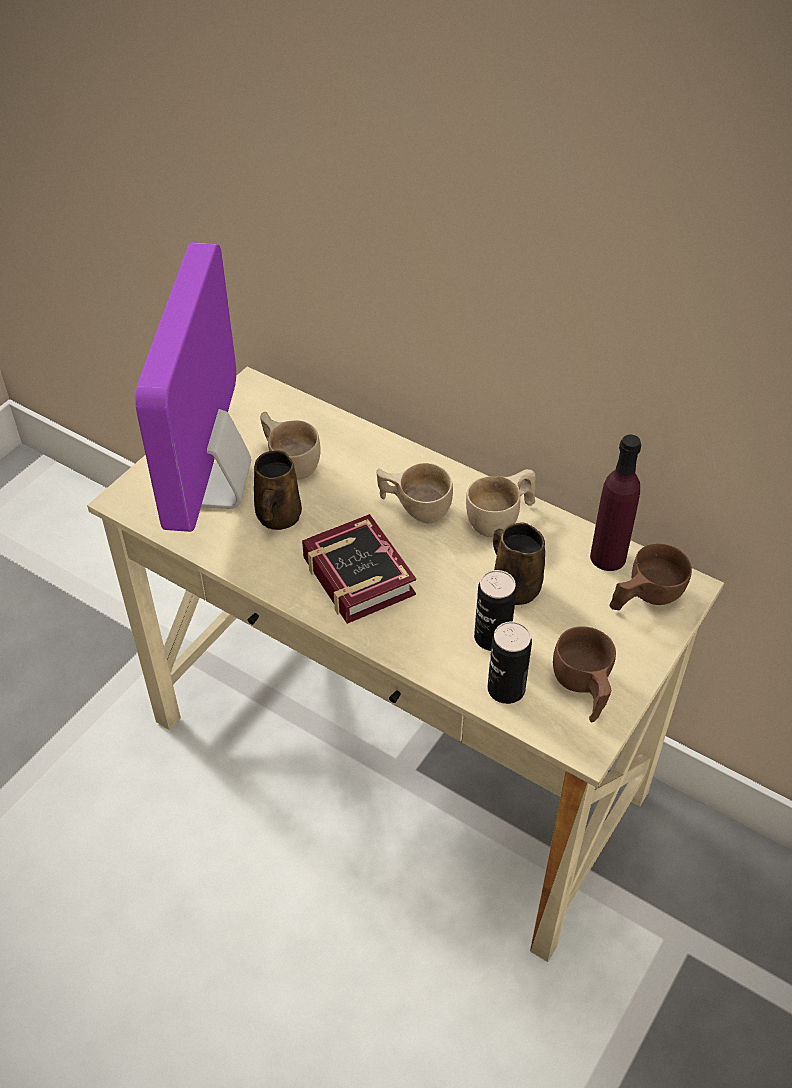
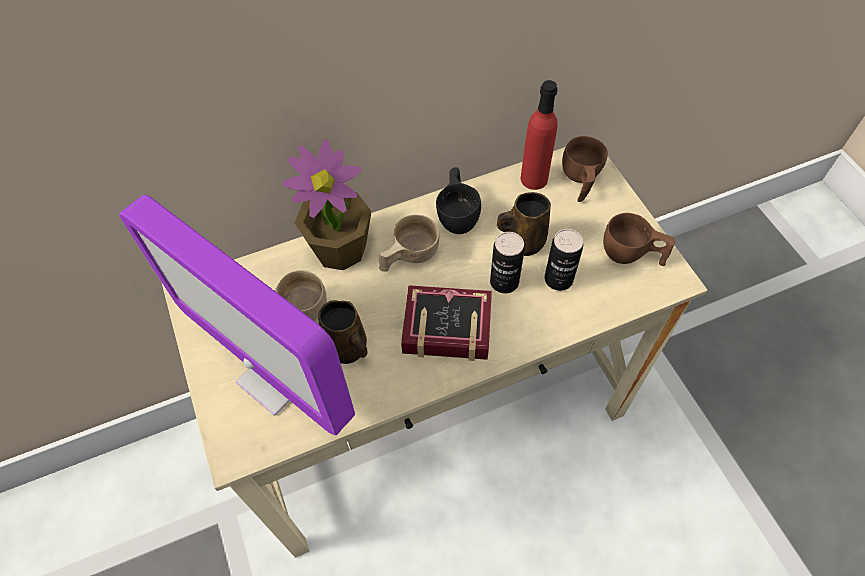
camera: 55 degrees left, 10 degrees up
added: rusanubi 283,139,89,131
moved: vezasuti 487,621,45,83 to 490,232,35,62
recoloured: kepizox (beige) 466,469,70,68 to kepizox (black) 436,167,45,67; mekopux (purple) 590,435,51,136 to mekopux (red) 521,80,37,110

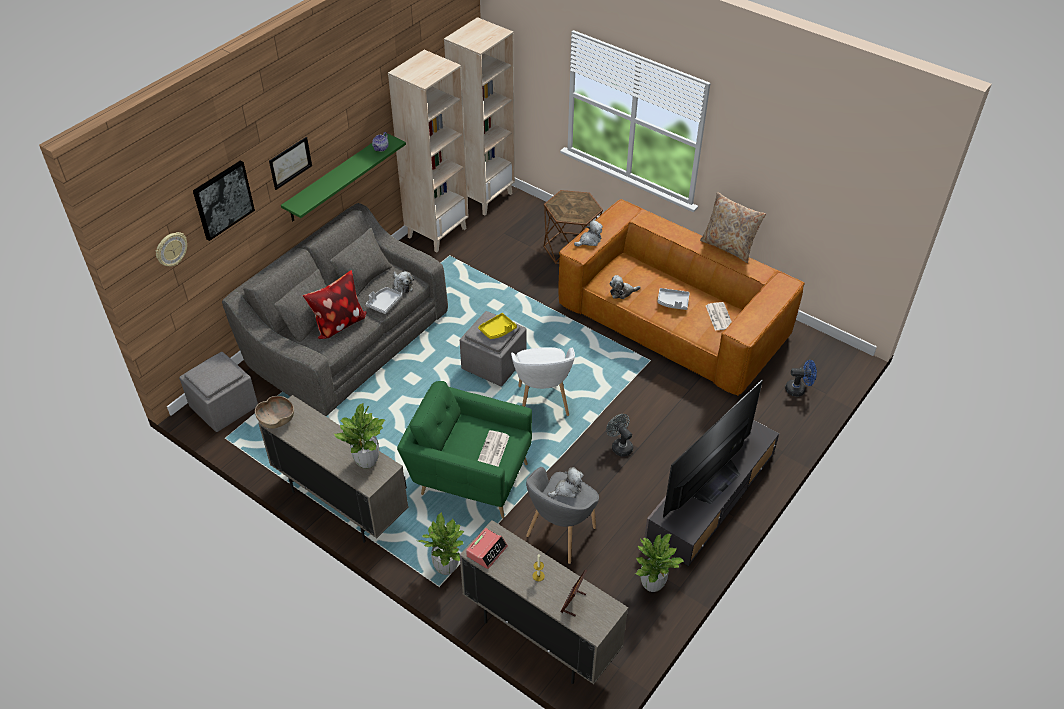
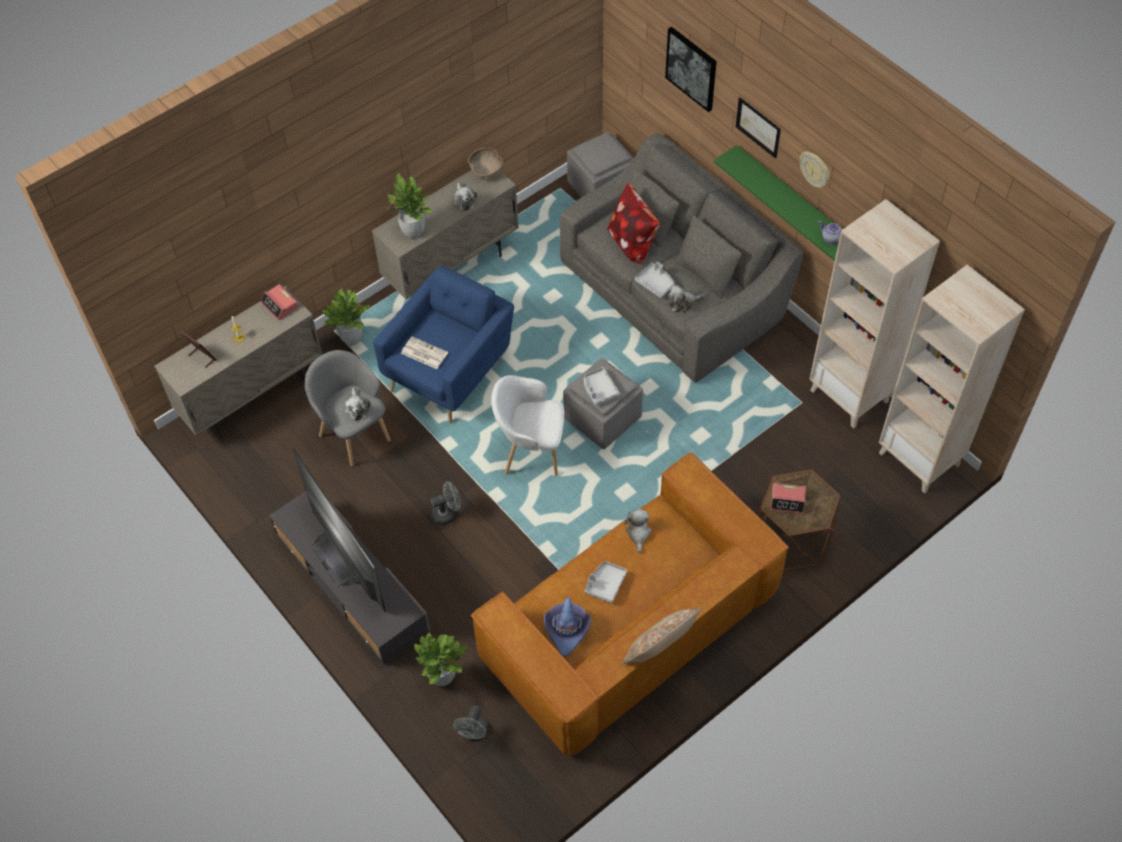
camera: 105 degrees right, 10 degrees up
added: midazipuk 771,483,35,31
moved: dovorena 156,232,31,35 to 800,151,30,37; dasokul 574,220,29,27 to 453,182,24,29; rusanubi 635,534,49,58 to 414,632,55,54
replaced: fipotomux 706,302,26,29 to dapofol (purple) 544,596,47,61
recoloured: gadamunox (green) 397,381,135,138 to gadamunox (blue) 373,266,141,157; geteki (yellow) 478,313,39,26 to geteki (grey) 584,367,36,38; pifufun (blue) 785,360,32,37 to pifufun (grey) 453,705,36,36

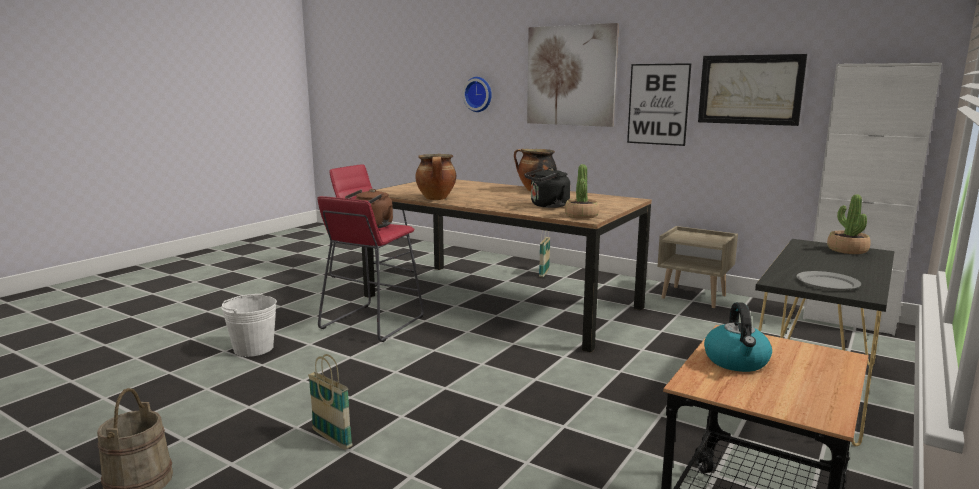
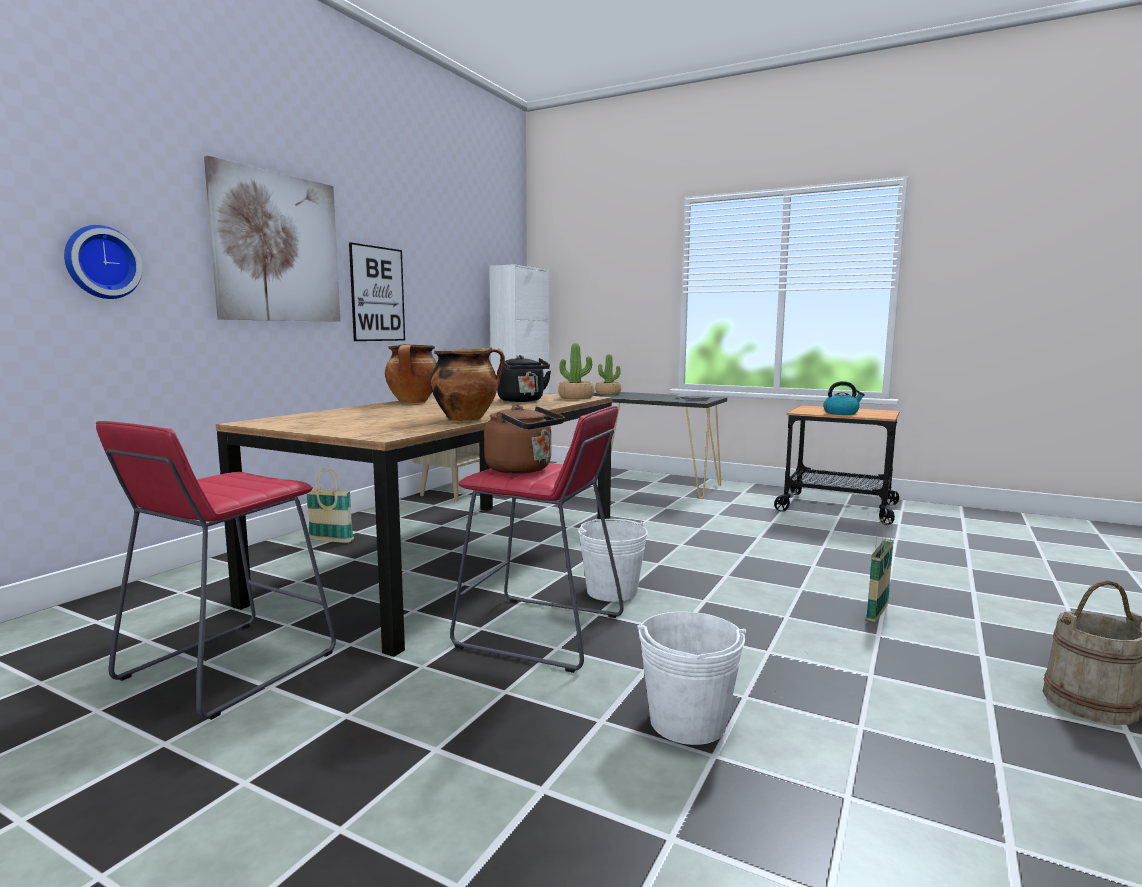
camera: 95 degrees left, 5 degrees down
removed: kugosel 698,54,109,72
added: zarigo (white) 578,519,70,83

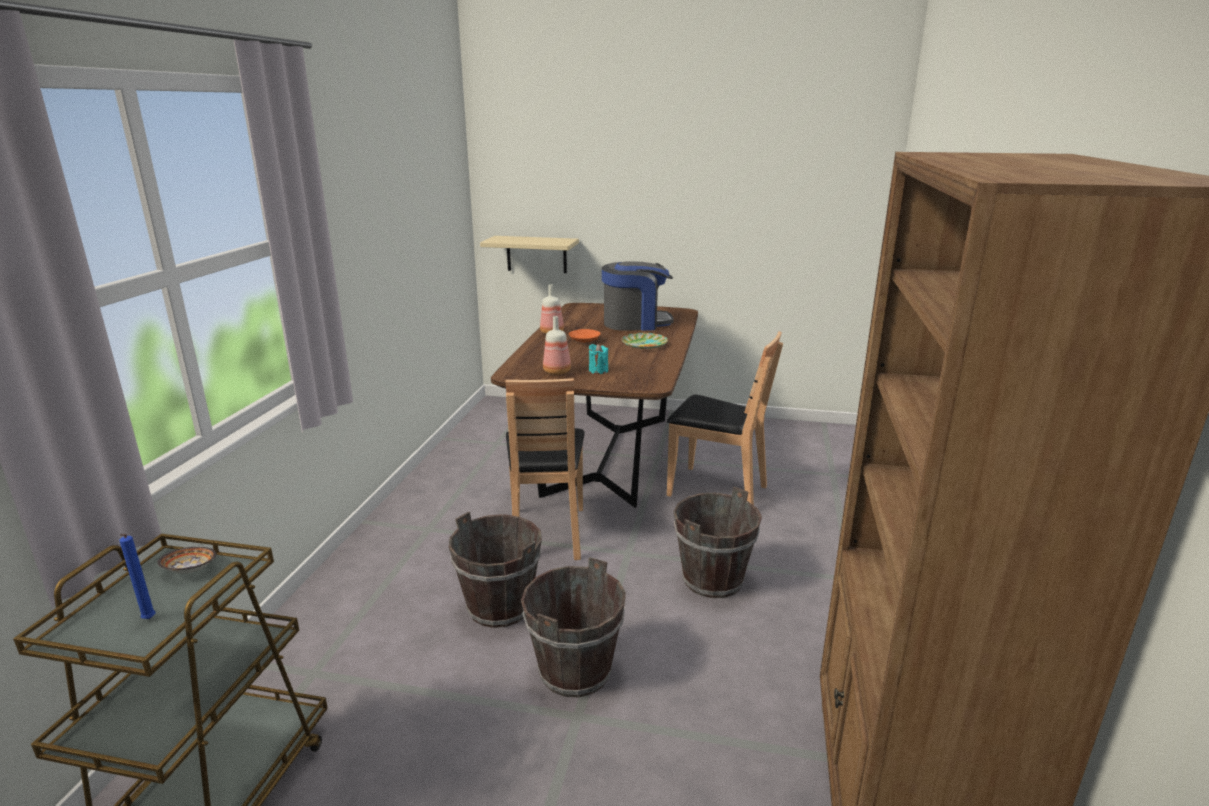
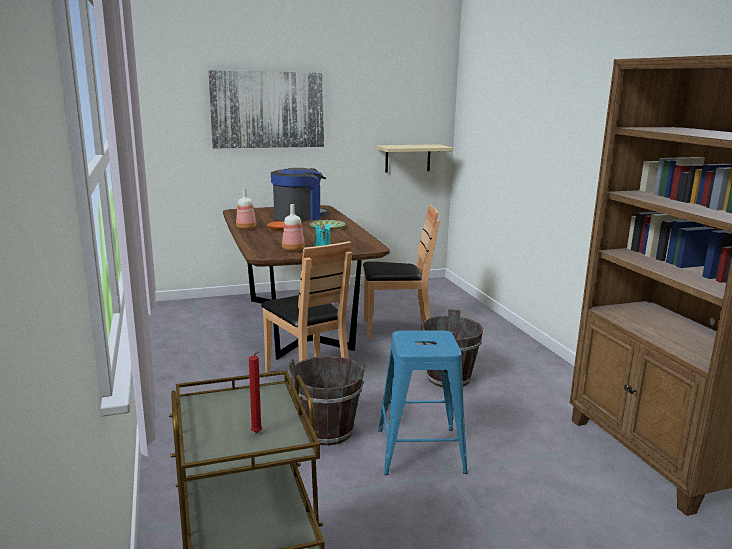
camera: 30 degrees left, 5 degrees down
removed: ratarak 157,547,59,26
added: kugosel 208,70,116,79
moved: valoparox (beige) 480,236,99,37 to 376,144,77,29
replaced: zarigo (brown) 521,557,105,140 to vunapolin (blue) 378,330,90,145
recoloured: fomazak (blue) 119,534,37,85 to fomazak (red) 249,351,13,82

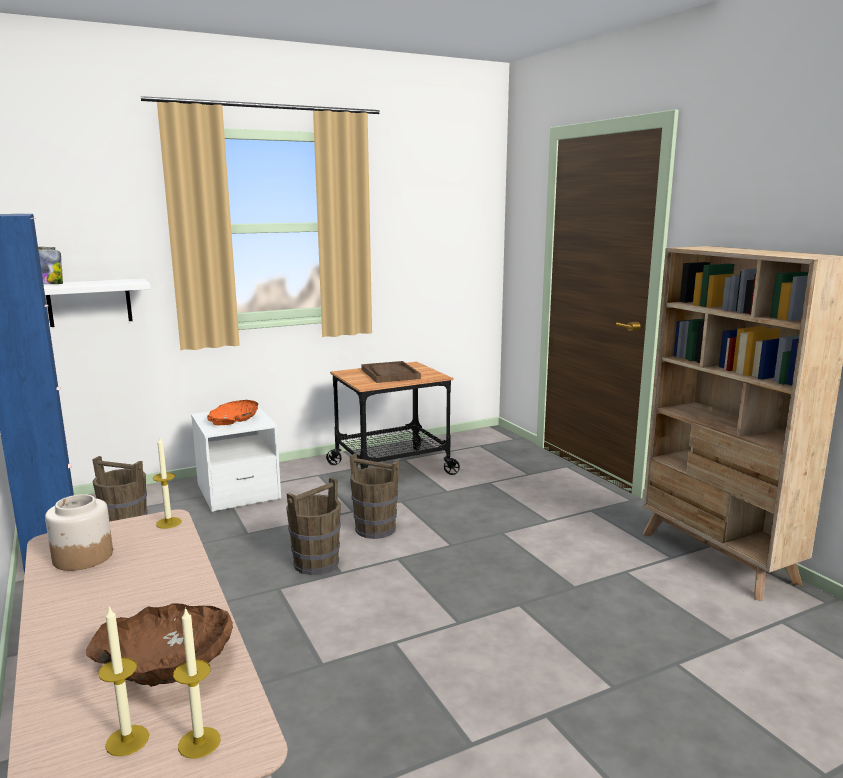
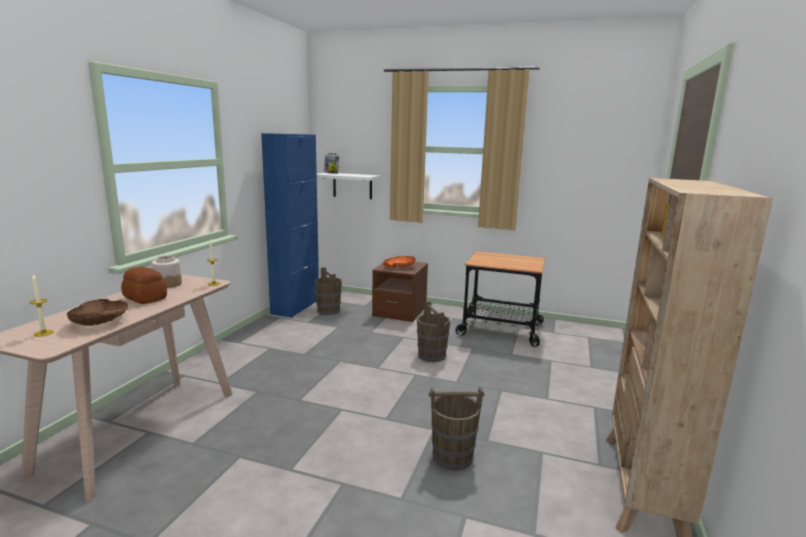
camera: 45 degrees right, 0 degrees up
removed: fomazak 173,607,47,152; geteki (brown) 361,361,60,22
added: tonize 121,267,46,37
moved: zarigo (brown) 286,477,55,98 to 429,387,55,83
recoloured: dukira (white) 191,406,90,106 to dukira (brown) 372,262,56,60

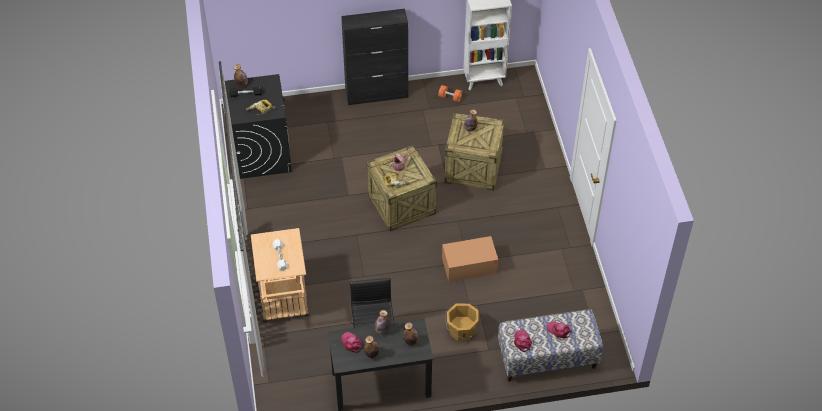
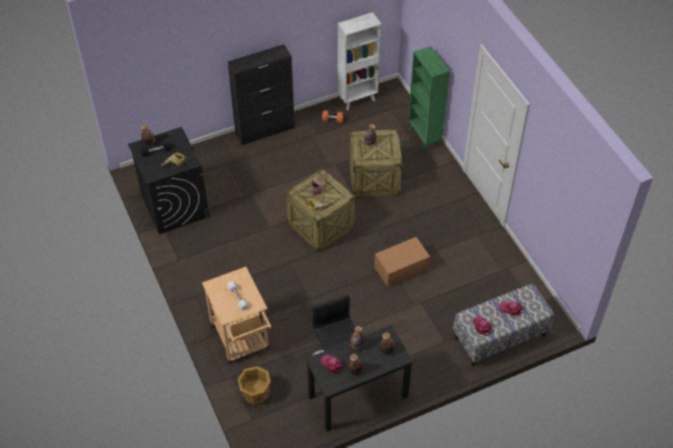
camera: 15 degrees left, 0 degrees up
added: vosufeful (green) 408,46,42,104
moved: zarigo (orange) 445,303,34,38 to 237,366,34,39

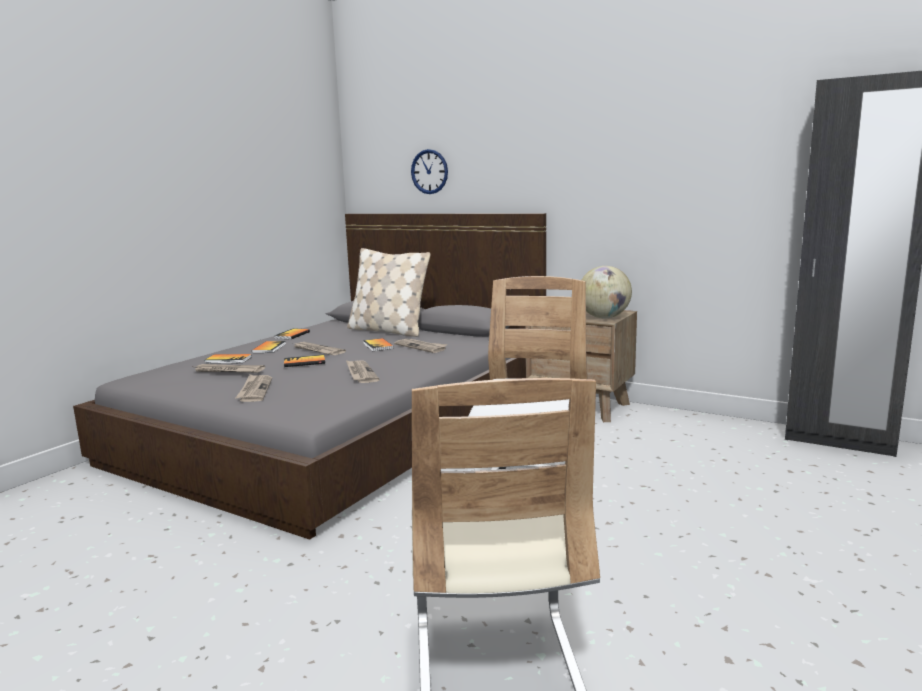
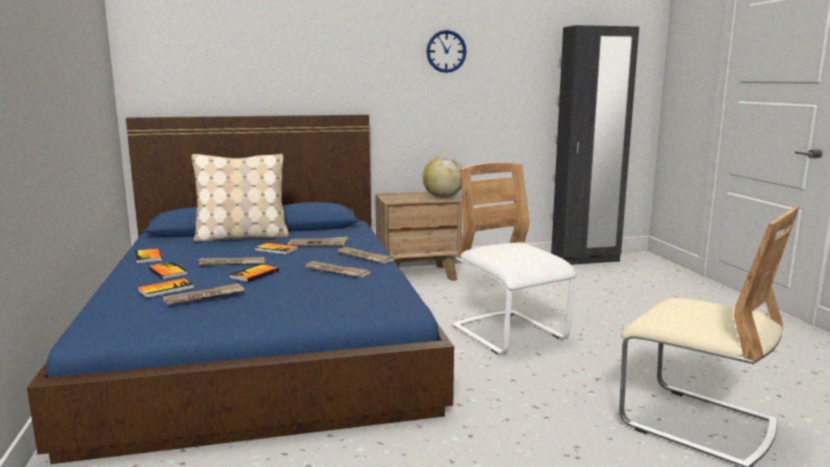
camera: 45 degrees left, 0 degrees up
moved: fipotomux 236,374,36,28 to 335,247,60,16; dovorena 411,149,37,45 to 426,30,41,43
recoloured: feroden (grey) 73,213,473,327 to feroden (blue) 27,115,427,349

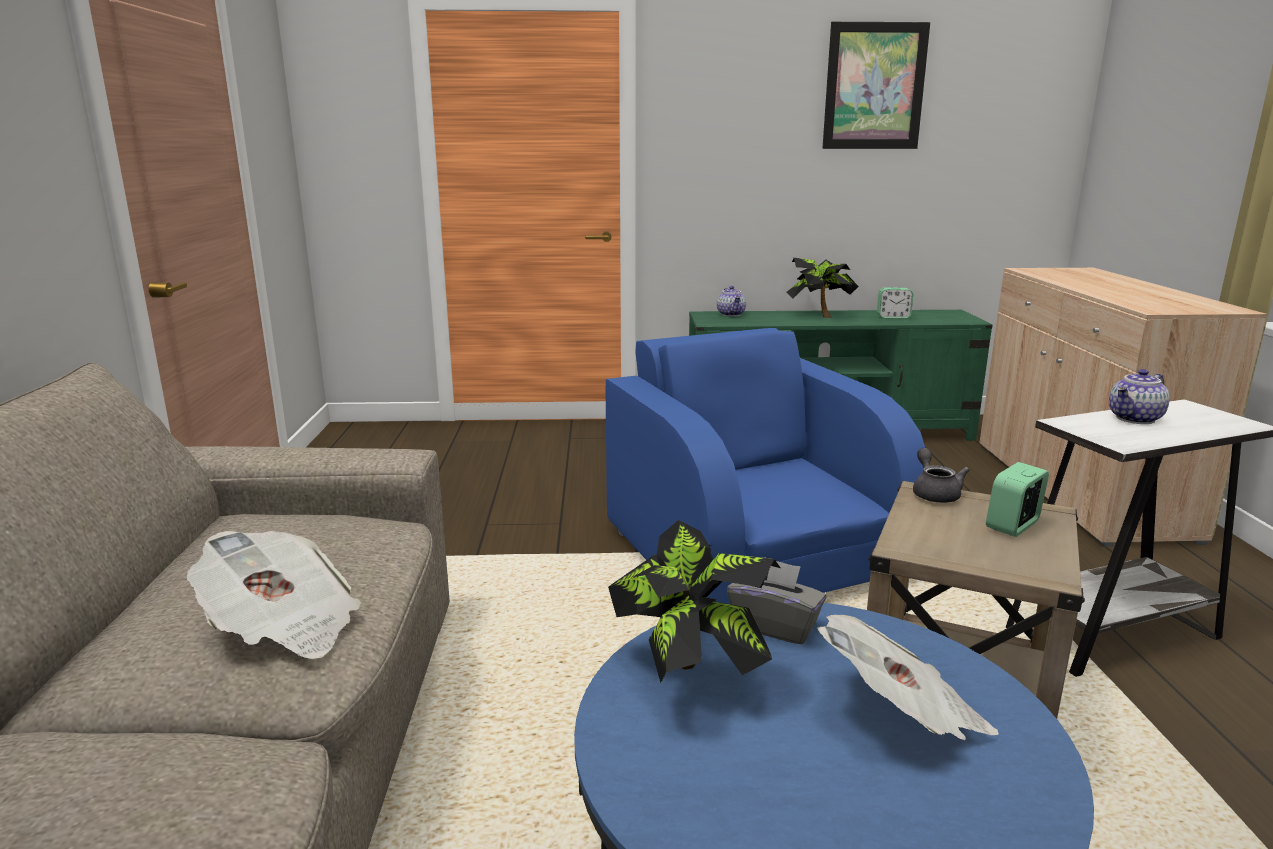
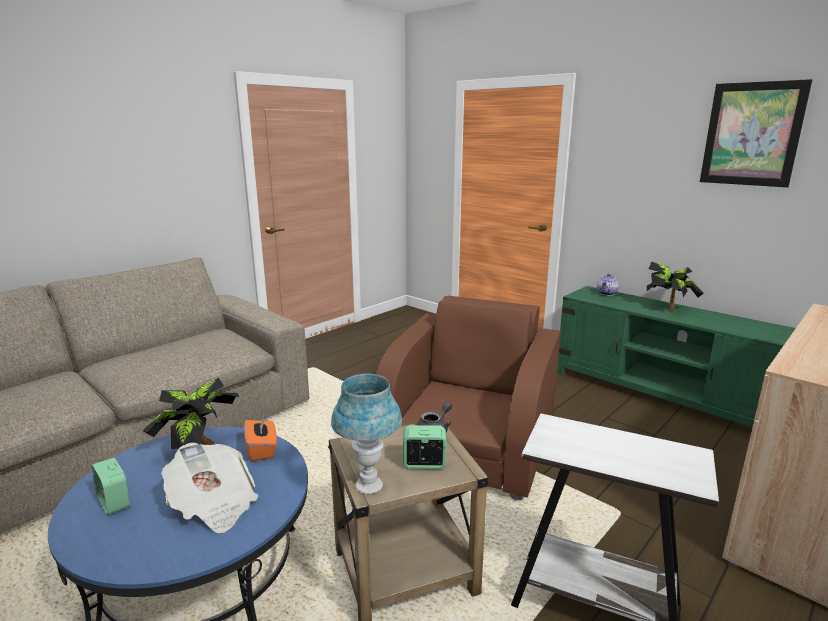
camera: 45 degrees right, 0 degrees up
removed: fipotomux 187,531,174,128; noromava 1109,369,61,55
added: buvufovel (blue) 331,374,71,120
moved: midazipuk 877,287,36,32 to 92,458,38,57
recoloured: gadamunox (blue) 606,328,319,276 to gadamunox (brown) 376,296,184,204; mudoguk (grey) 727,561,99,84 to mudoguk (orange) 244,415,33,47

